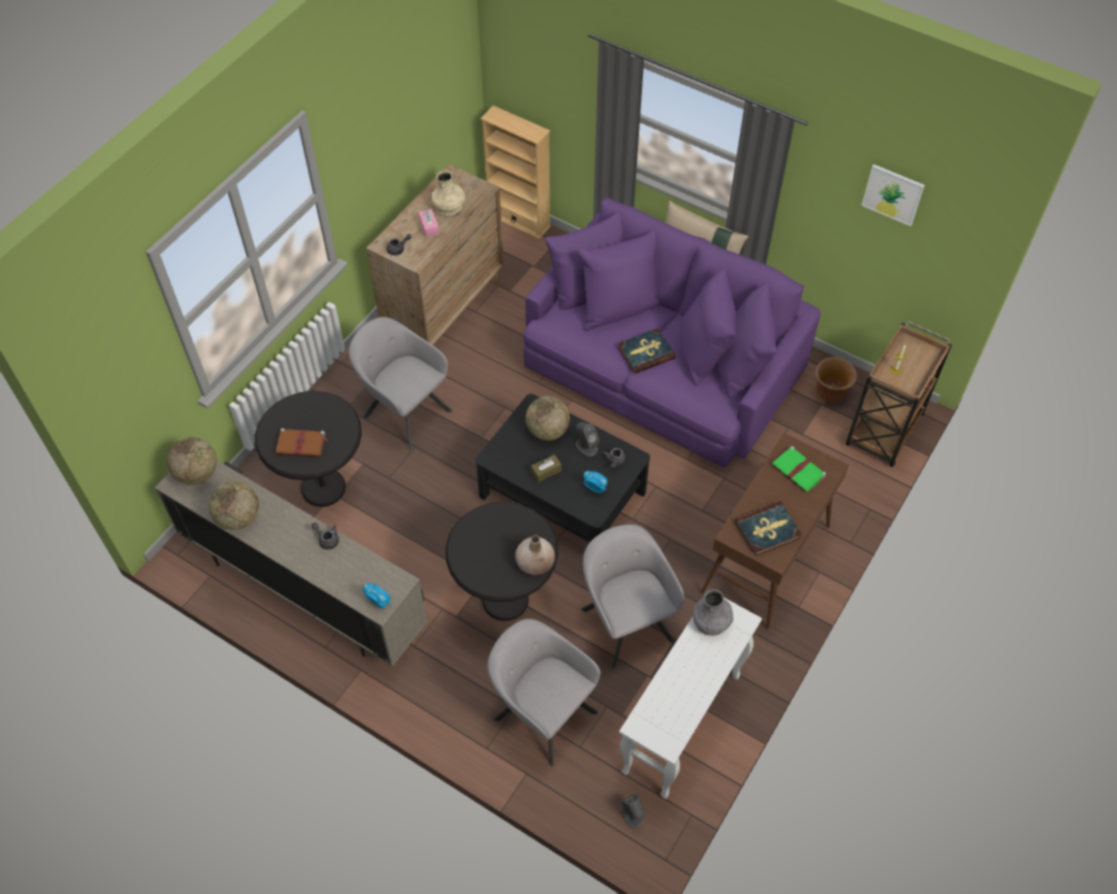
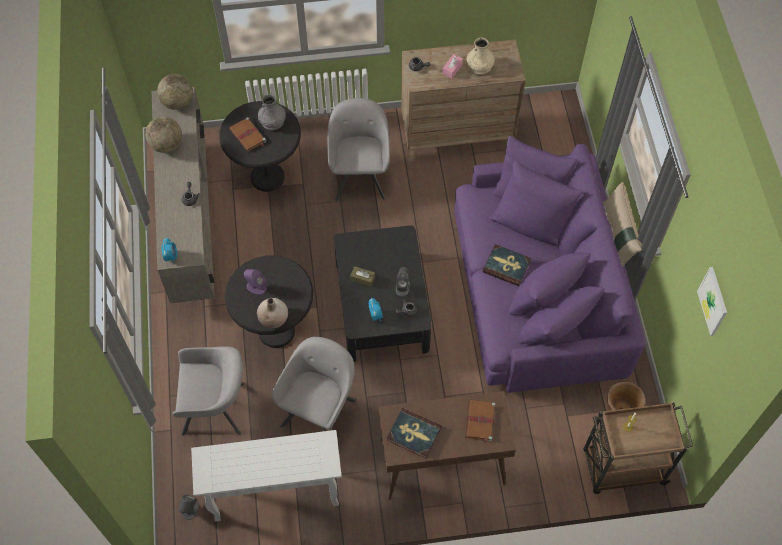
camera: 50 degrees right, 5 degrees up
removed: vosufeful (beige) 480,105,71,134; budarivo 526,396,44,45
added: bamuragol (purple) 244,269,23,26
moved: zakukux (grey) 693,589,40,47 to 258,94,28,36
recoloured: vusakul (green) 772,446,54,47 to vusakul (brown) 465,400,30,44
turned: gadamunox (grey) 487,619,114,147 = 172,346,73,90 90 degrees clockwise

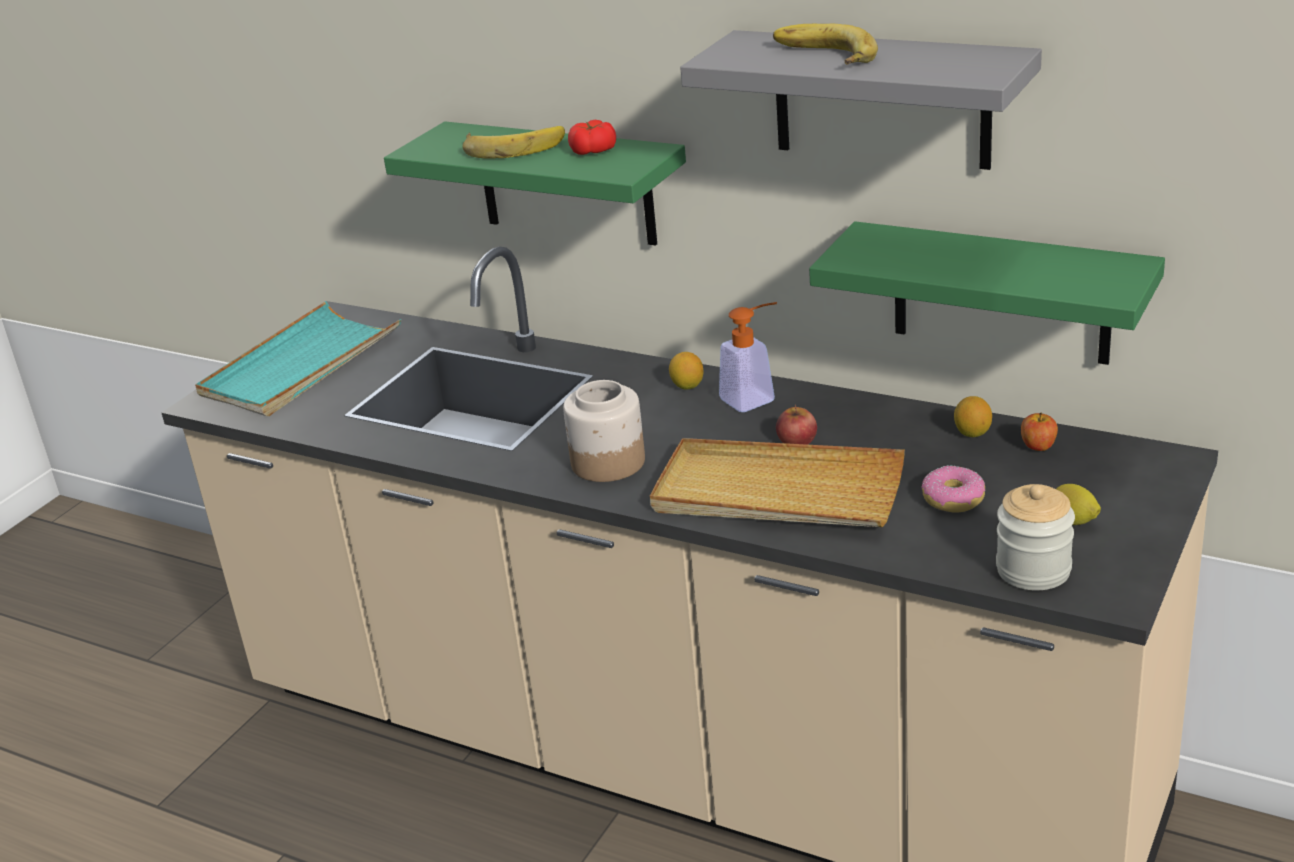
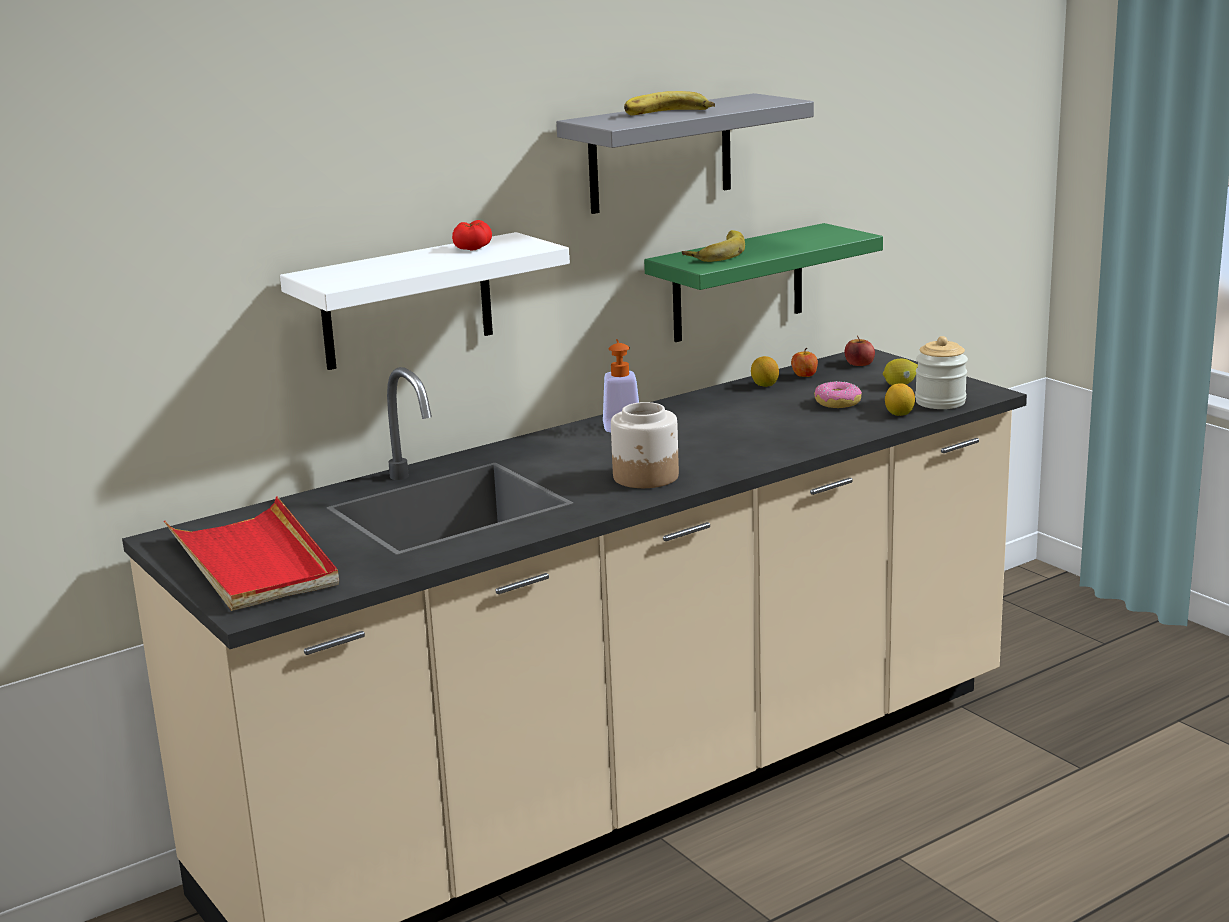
camera: 65 degrees left, 10 degrees down
removed: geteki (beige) 650,438,255,89
moved: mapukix 462,126,103,33 to 682,230,63,32; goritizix 669,352,34,38 to 885,384,30,32; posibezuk 776,405,41,40 to 845,336,30,30
recoloured: geteki (turquoise) 195,301,206,115 to geteki (red) 164,496,175,115; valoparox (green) 384,122,302,124 to valoparox (white) 280,232,290,138

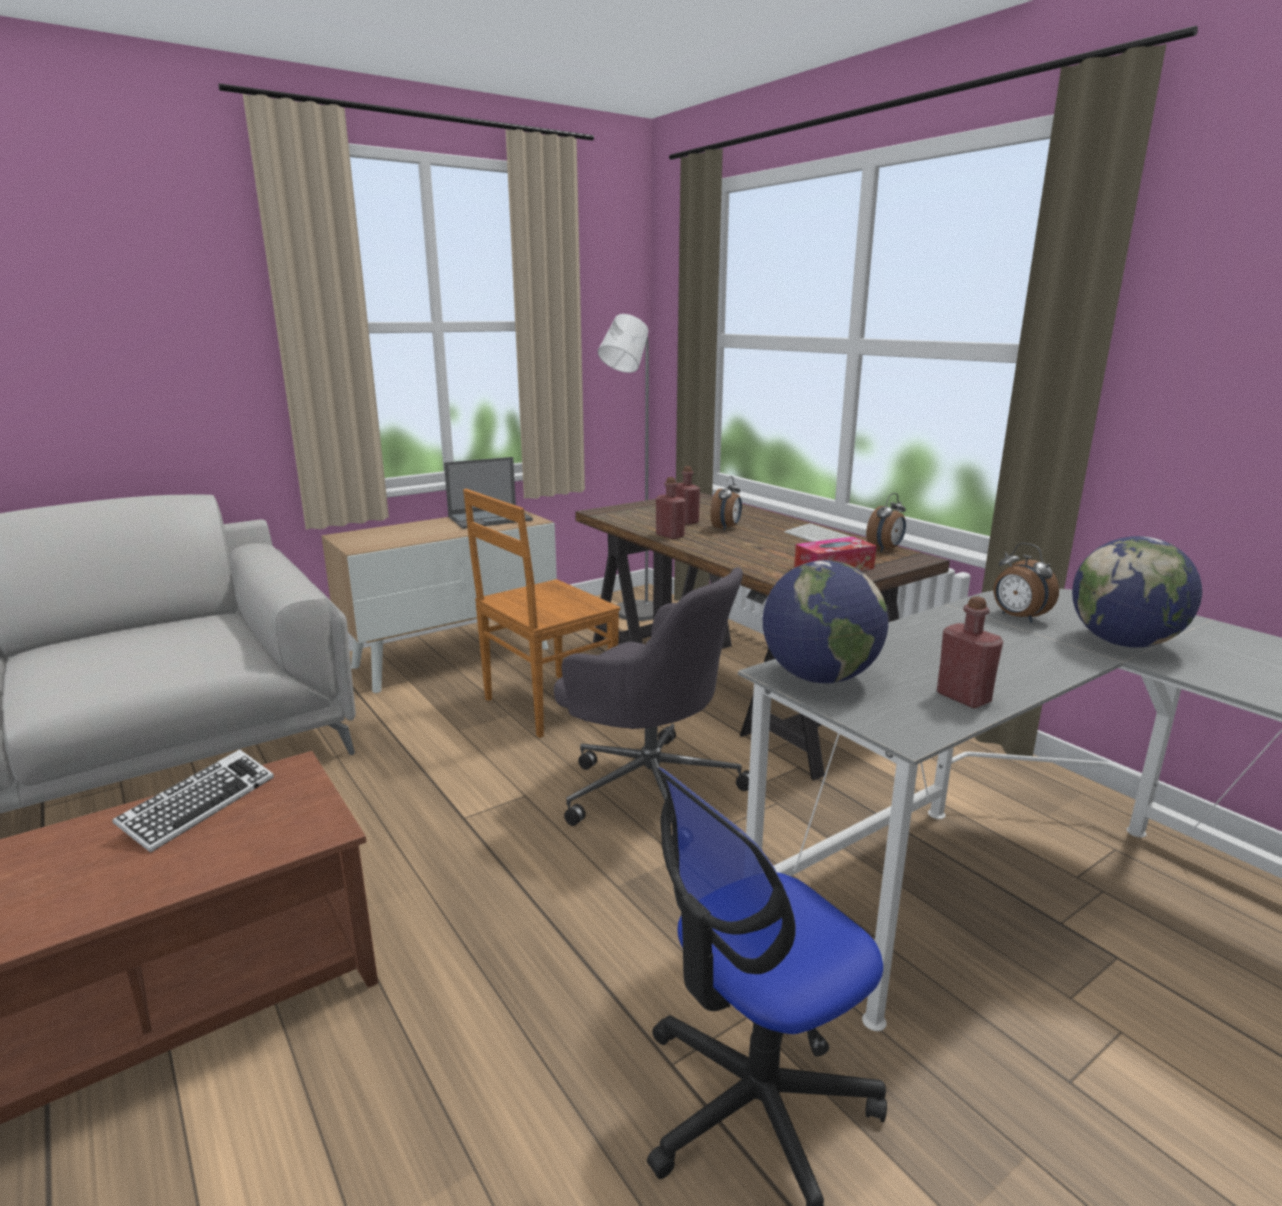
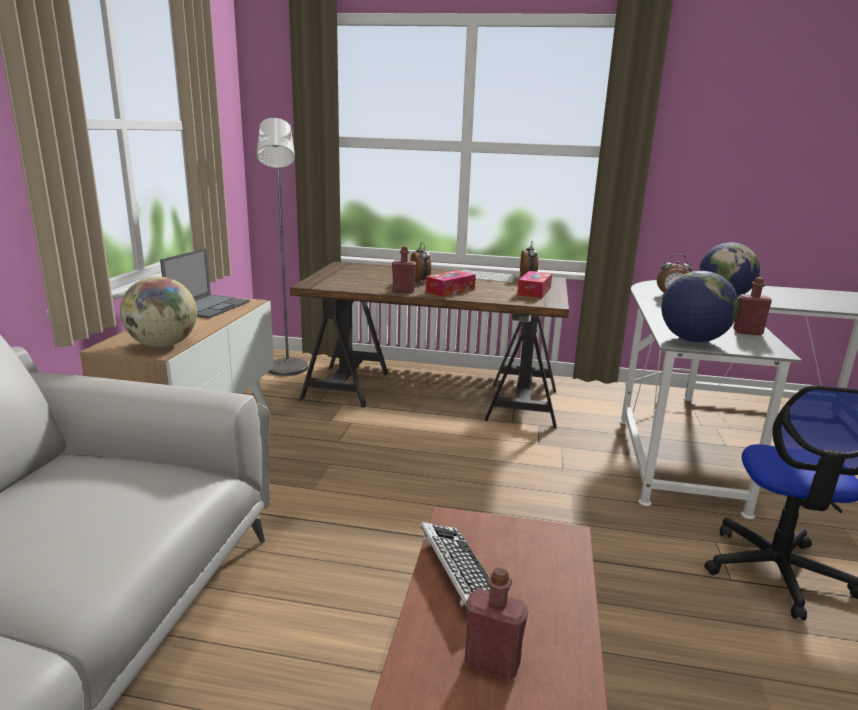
camera: 45 degrees left, 0 degrees up
removed: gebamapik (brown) 463,489,157,249; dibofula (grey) 554,567,195,276
added: budarivo 120,276,77,71; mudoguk 425,270,51,27
moved: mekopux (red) 675,466,25,59 to 465,567,63,113

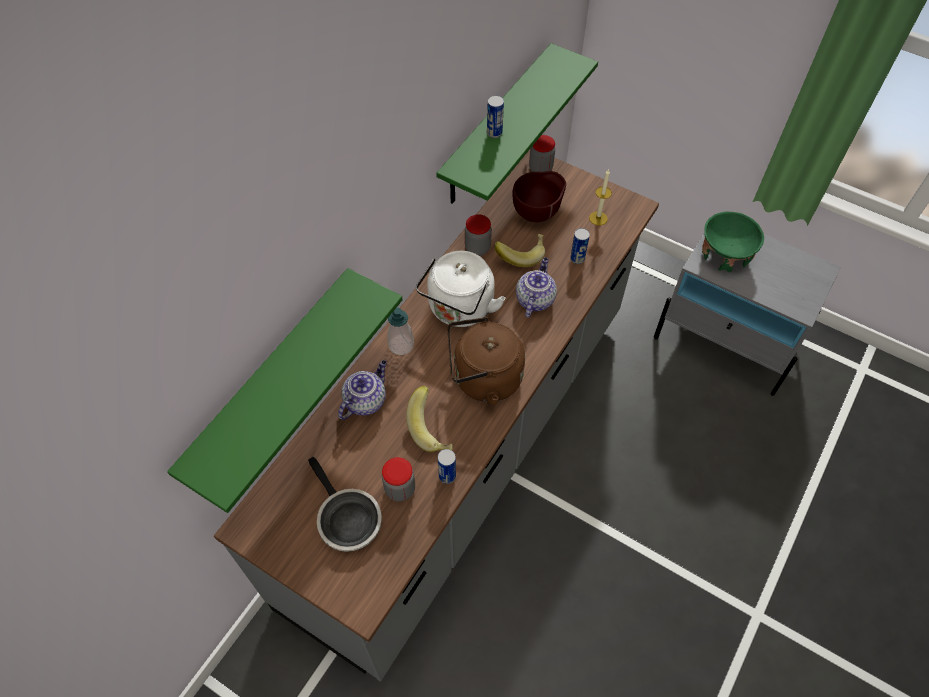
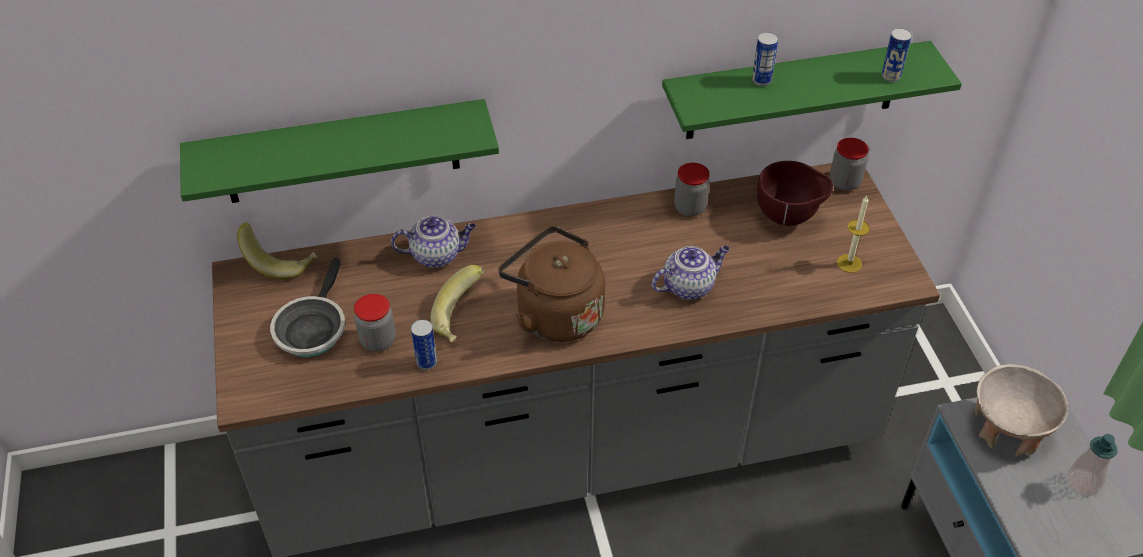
camera: 45 degrees right, 10 degrees down
removed: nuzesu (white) 416,251,89,76
moved: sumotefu 387,307,27,48 to 1067,434,51,62; mapukix 494,234,51,33 to 237,223,81,57; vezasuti 570,228,20,36 to 881,28,31,54
recoloured: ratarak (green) 702,212,62,61 to ratarak (beige) 975,364,93,92

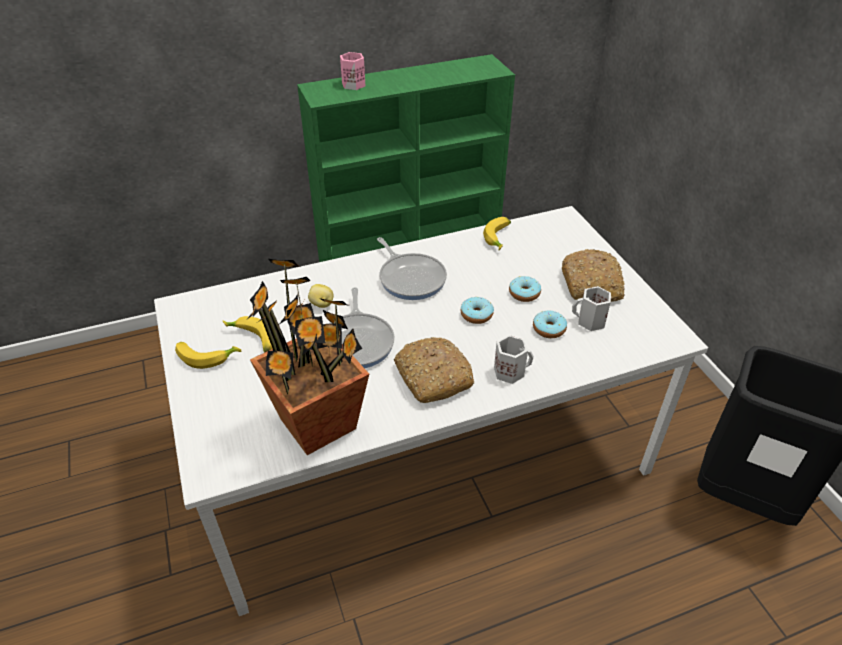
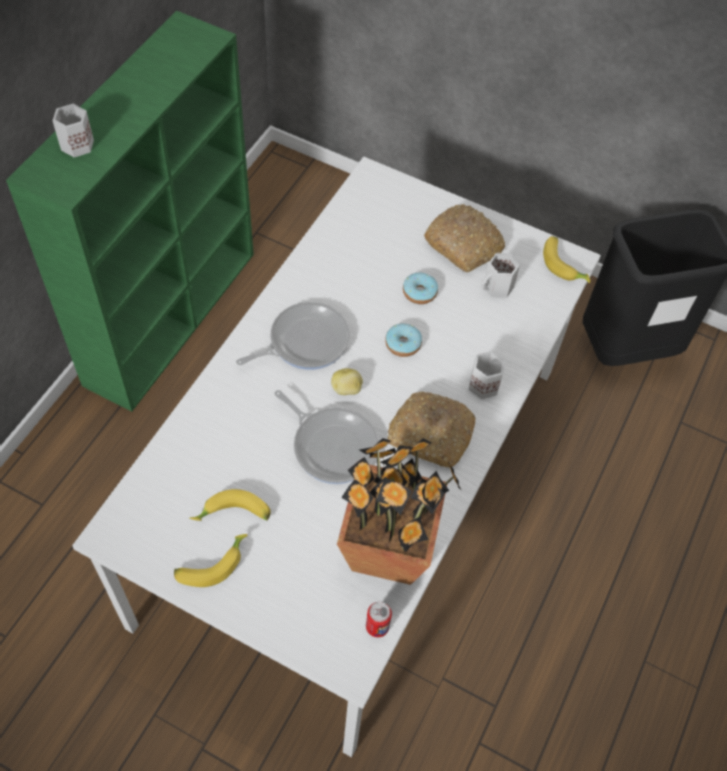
camera: 45 degrees left, 15 degrees up
removed: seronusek 533,311,34,27
added: vezasuti 366,602,26,35
moved: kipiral 308,284,25,24 to 331,368,32,27; mapukix 483,217,28,34 to 543,236,47,47
recoloured: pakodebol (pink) 340,52,26,38 to pakodebol (white) 53,104,41,53
turned: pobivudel 377,237,70,63 = 236,302,114,68 45 degrees counterclockwise

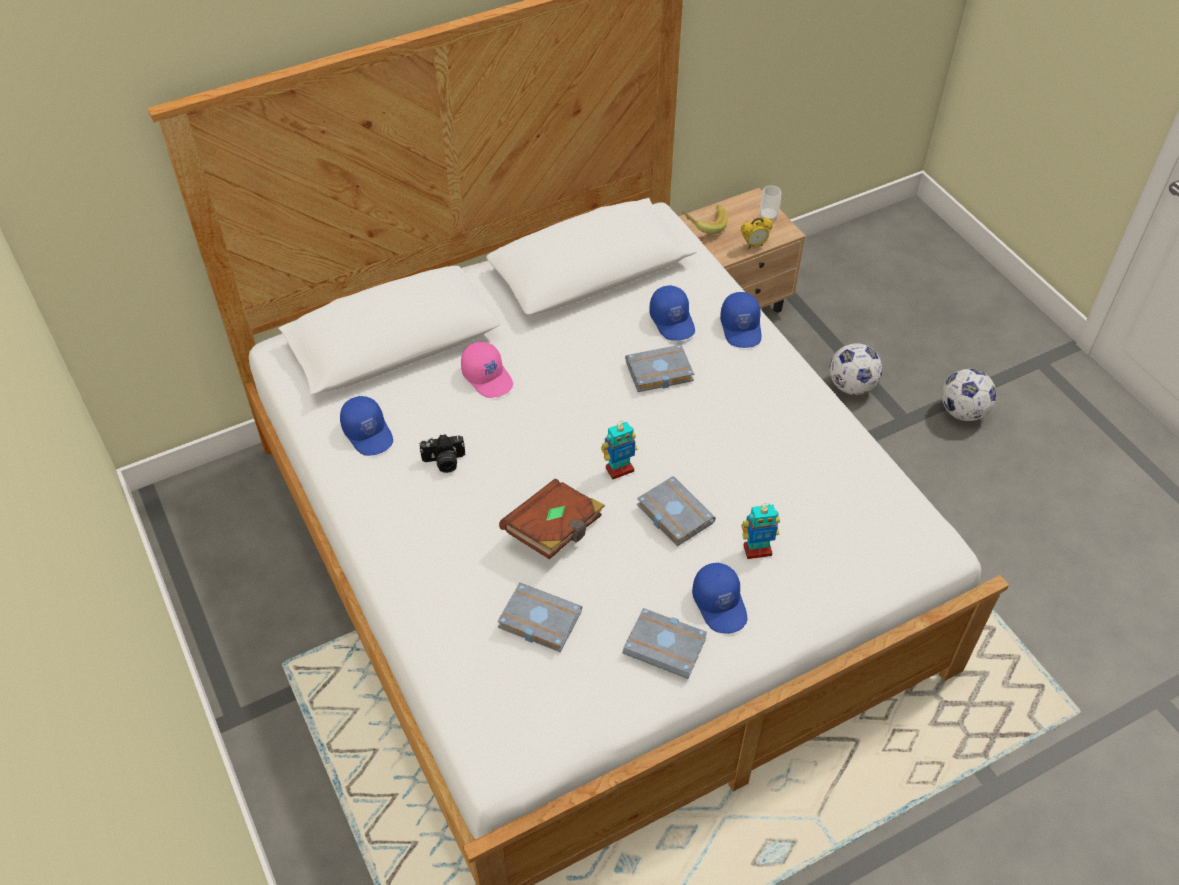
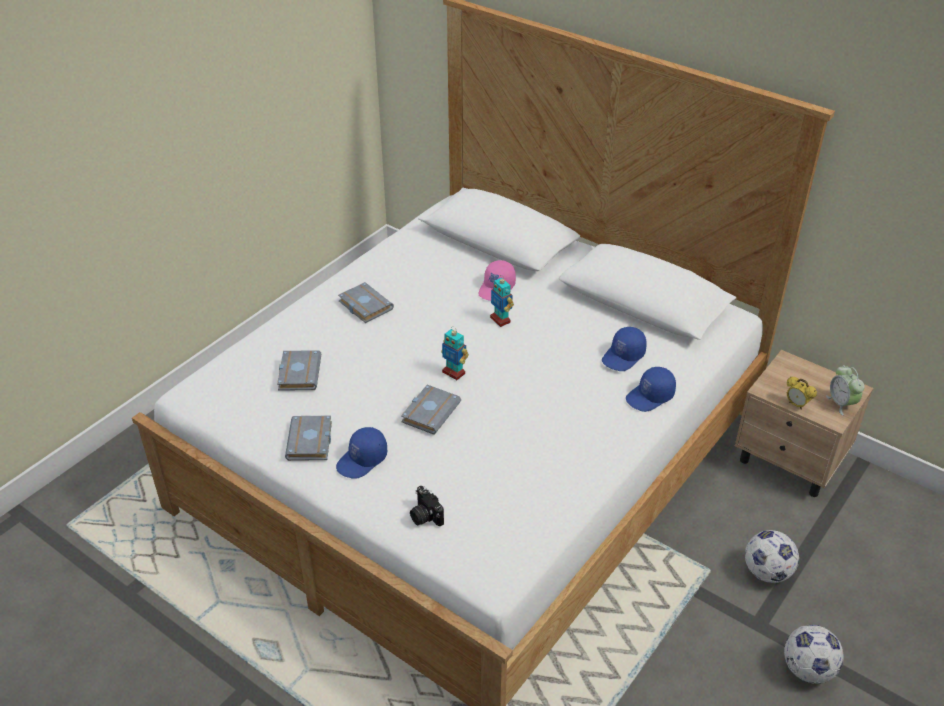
camera: 65 degrees right, 10 degrees down
removed: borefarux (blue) 340,396,53,60; vusakul (brown) 499,478,106,82; mapukix 682,205,46,29
moved: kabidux 419,434,46,39 to 410,486,34,40; vusakul (grey) 625,345,69,47 to 338,282,56,41; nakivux 742,503,38,56 to 490,275,24,52
replaced: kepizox 760,186,21,34 to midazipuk 826,365,39,51

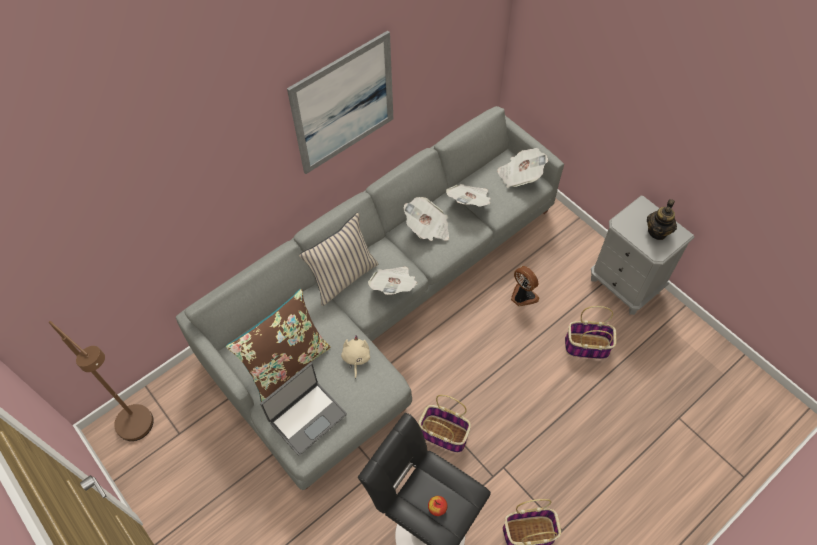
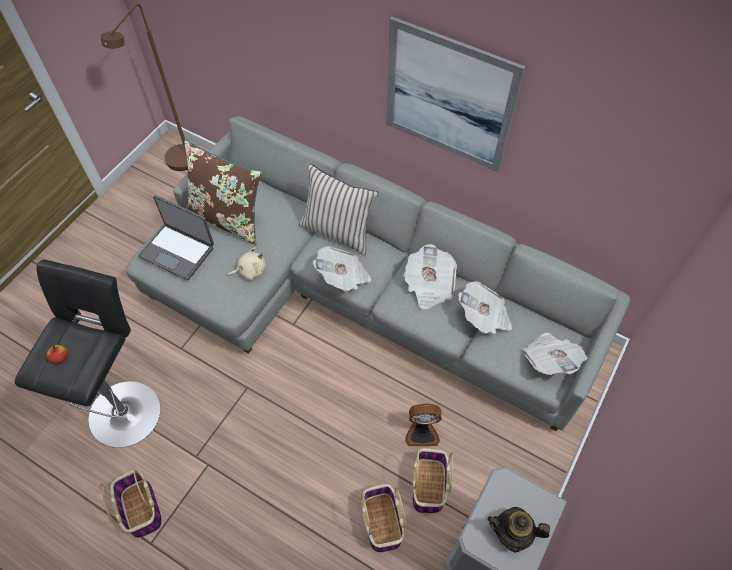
camera: 70 degrees right, 0 degrees up
moved: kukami 419,395,52,58 to 413,448,41,65
turned: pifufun 511,266,29,41 = 405,404,37,42 60 degrees clockwise

